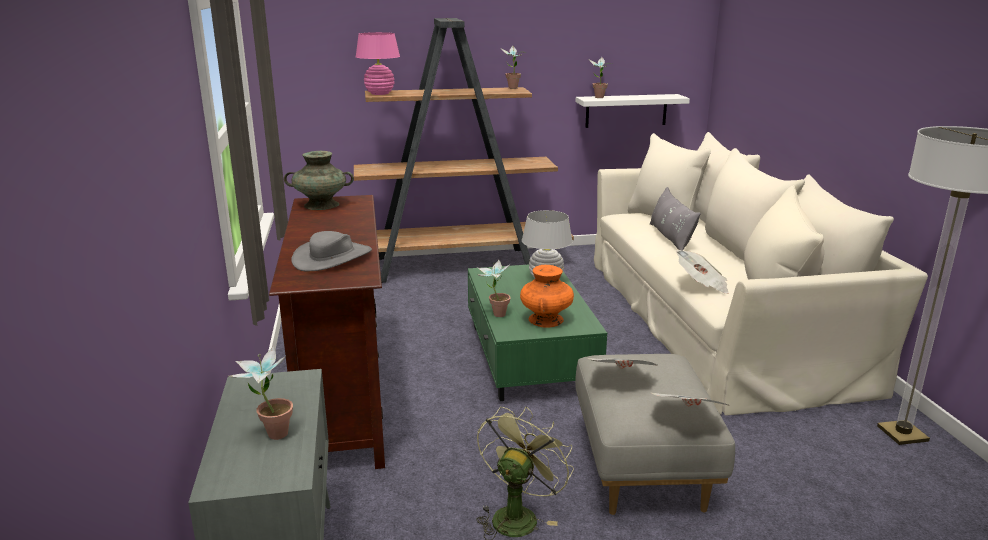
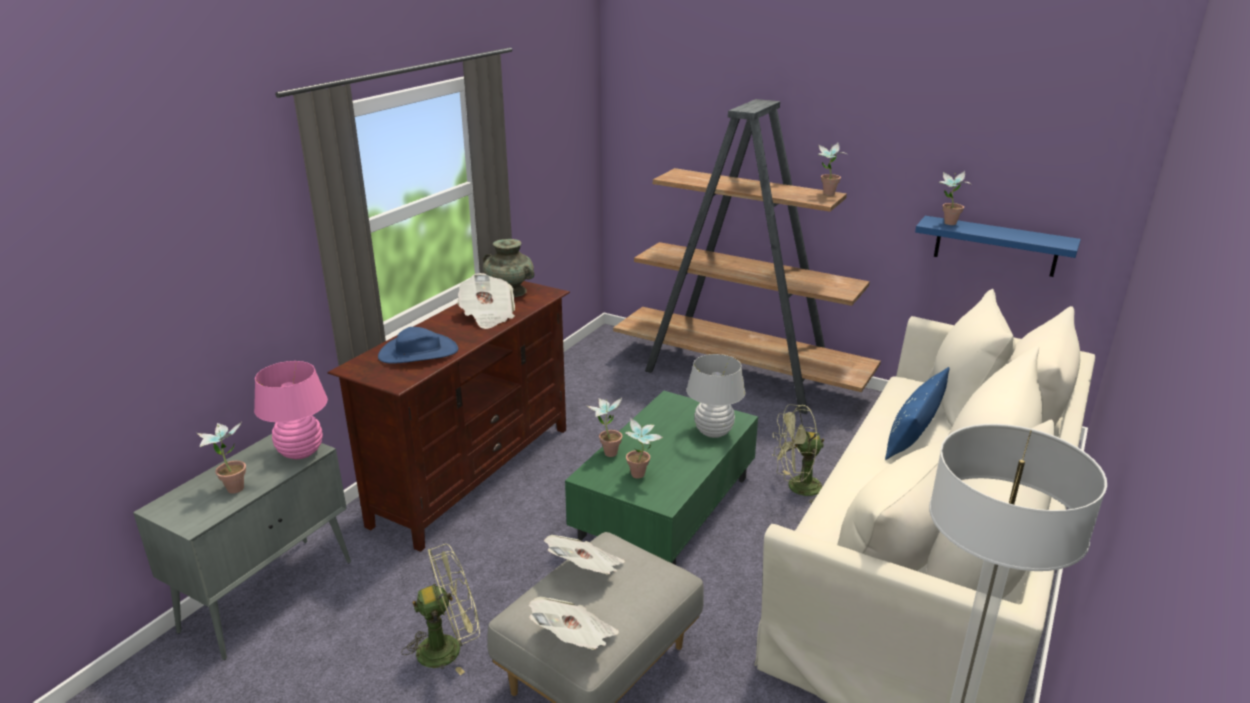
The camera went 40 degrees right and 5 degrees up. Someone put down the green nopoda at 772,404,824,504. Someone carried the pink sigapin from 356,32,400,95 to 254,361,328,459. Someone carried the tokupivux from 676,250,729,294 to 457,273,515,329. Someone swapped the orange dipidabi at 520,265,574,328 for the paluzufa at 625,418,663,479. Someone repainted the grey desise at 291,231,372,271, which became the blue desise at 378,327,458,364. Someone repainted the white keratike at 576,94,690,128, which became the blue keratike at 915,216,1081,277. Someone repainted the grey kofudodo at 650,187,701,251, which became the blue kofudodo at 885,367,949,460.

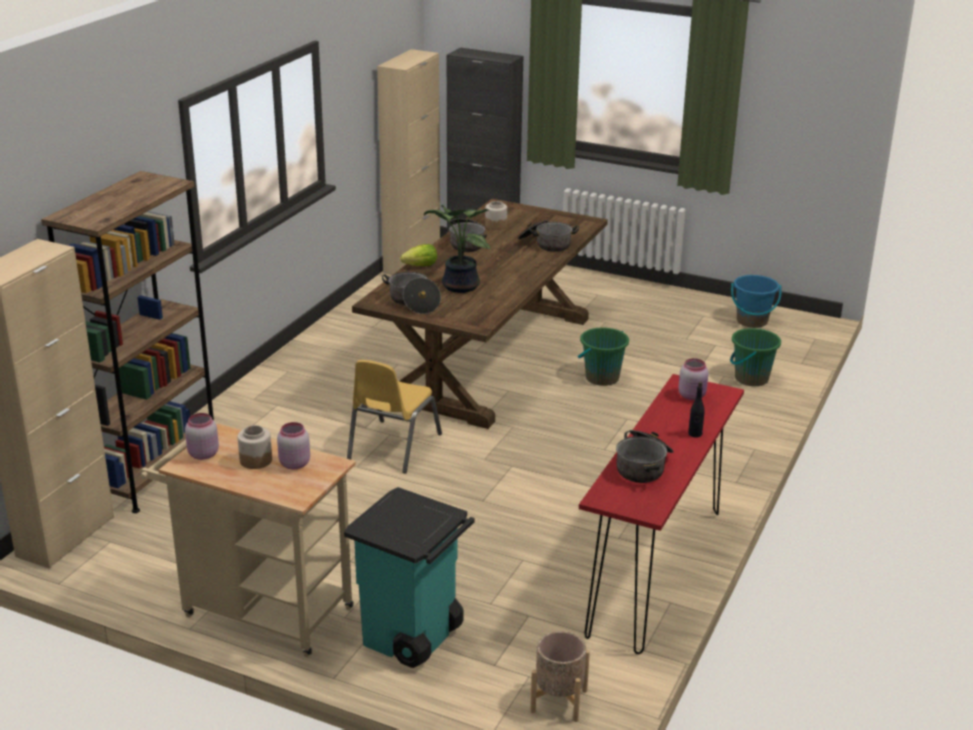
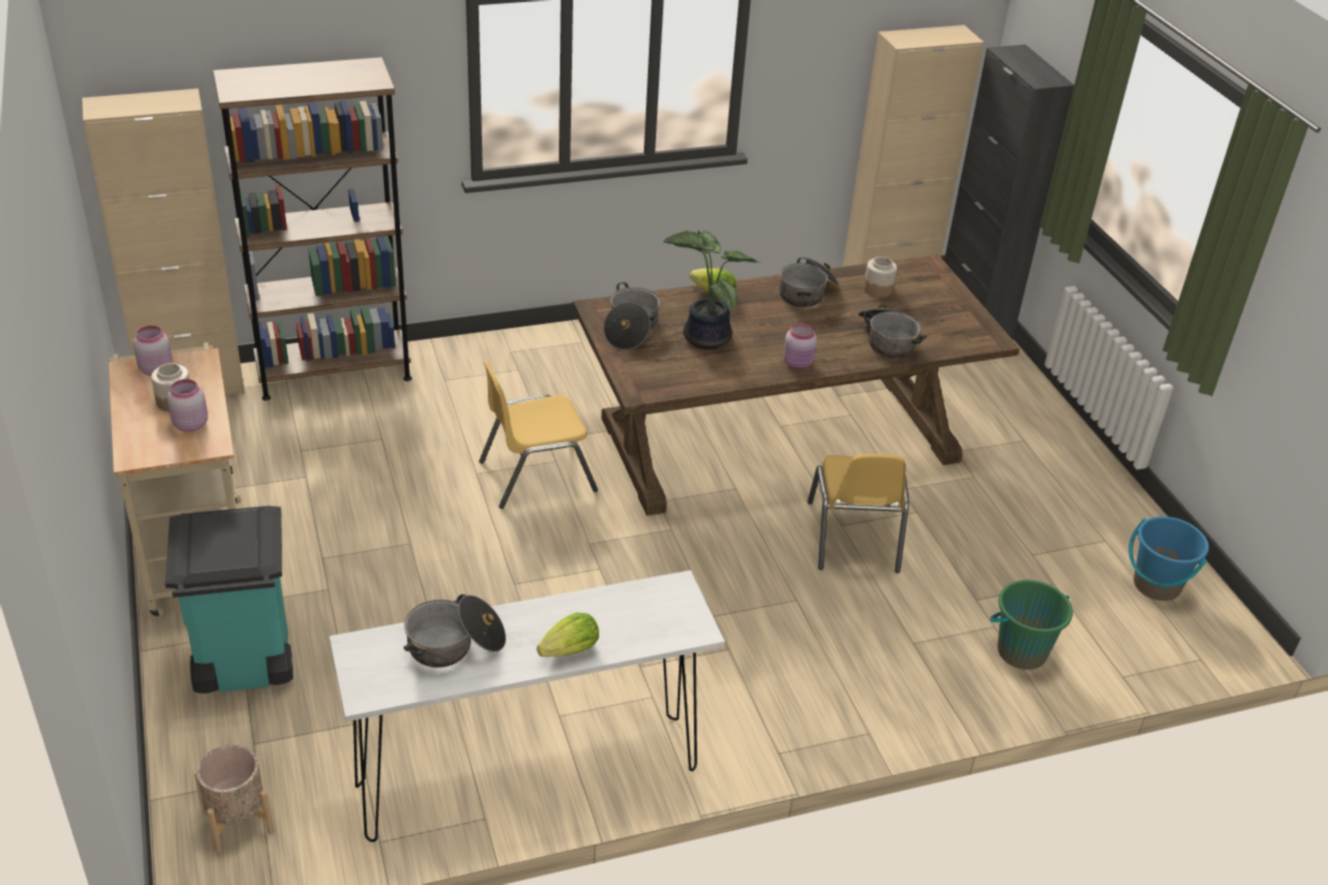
The camera went 45 degrees right and 10 degrees up. Someone carried the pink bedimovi from 678,358,708,400 to 783,323,817,370. Someone swapped the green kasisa at 578,328,629,386 for the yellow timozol at 807,454,909,573. Someone swapped the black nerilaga at 688,381,705,438 for the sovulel at 537,613,599,657. Someone repainted the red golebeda at 579,374,744,654, which became the white golebeda at 329,570,725,842.

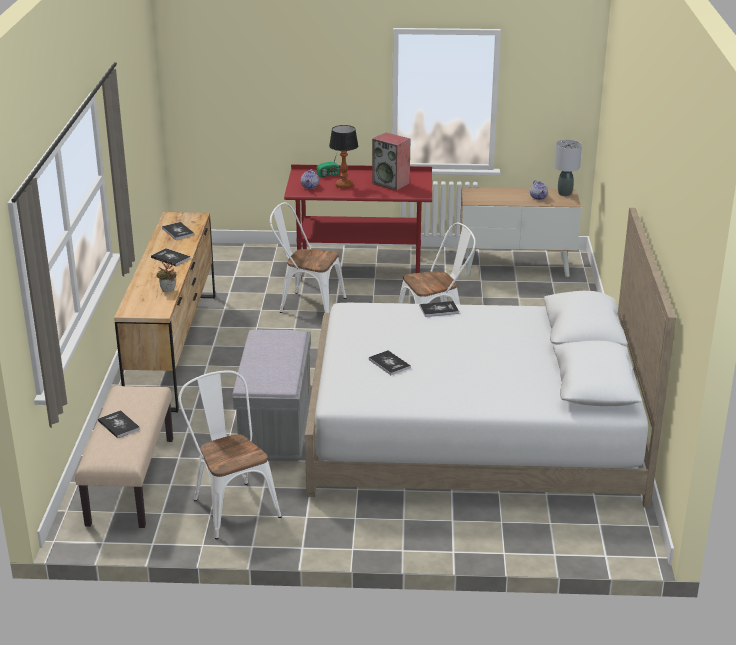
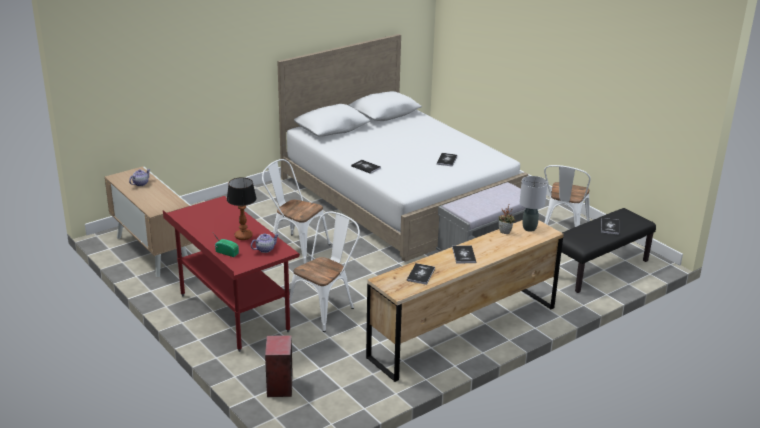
The camera went 130 degrees left and 0 degrees up. Someone carried the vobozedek from 372,133,410,191 to 265,335,293,397. Someone carried the grey sigapin from 554,140,582,196 to 520,176,548,232. Someone repainted the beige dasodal at 75,386,173,528, which became the black dasodal at 561,208,656,293. Someone rotated the white timozol at 270,202,346,313 by 120 degrees counterclockwise.

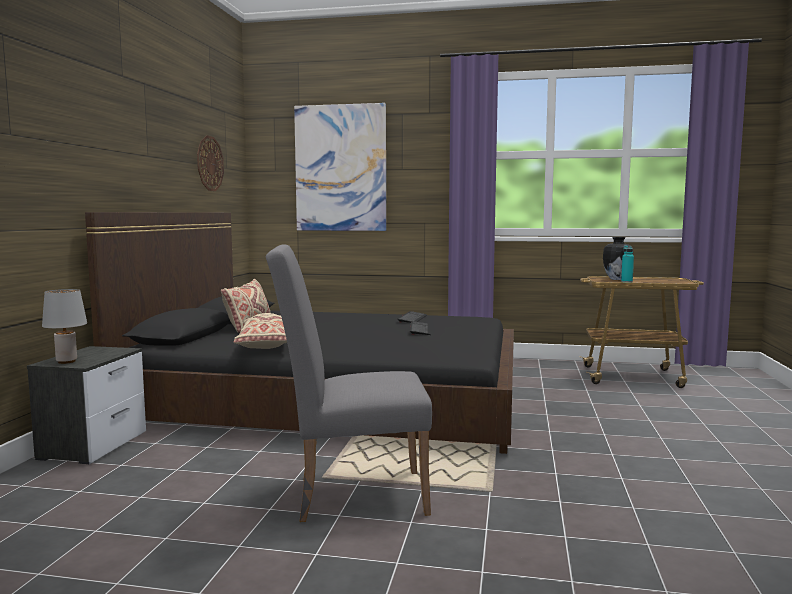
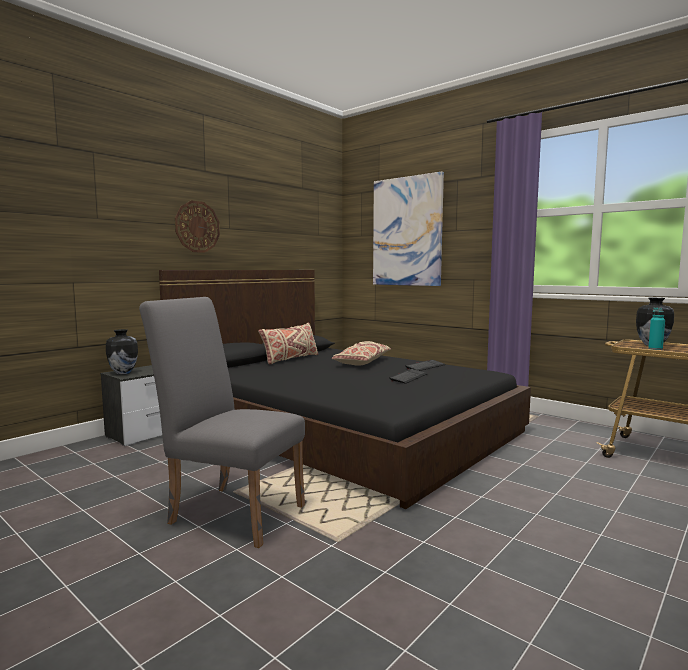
The camera went 30 degrees right and 0 degrees up. Someone carried the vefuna from 197,135,224,191 to 175,200,220,253. Someone carried the beige kofudodo from 234,313,287,349 to 332,341,391,366. Someone swapped the grey sigapin at 42,289,87,364 for the dipidabi at 106,329,138,374.

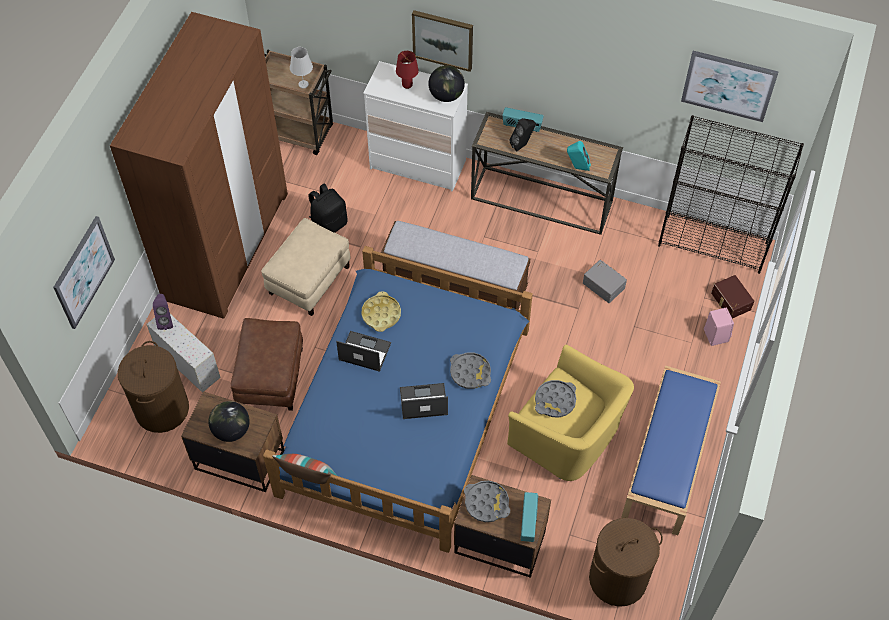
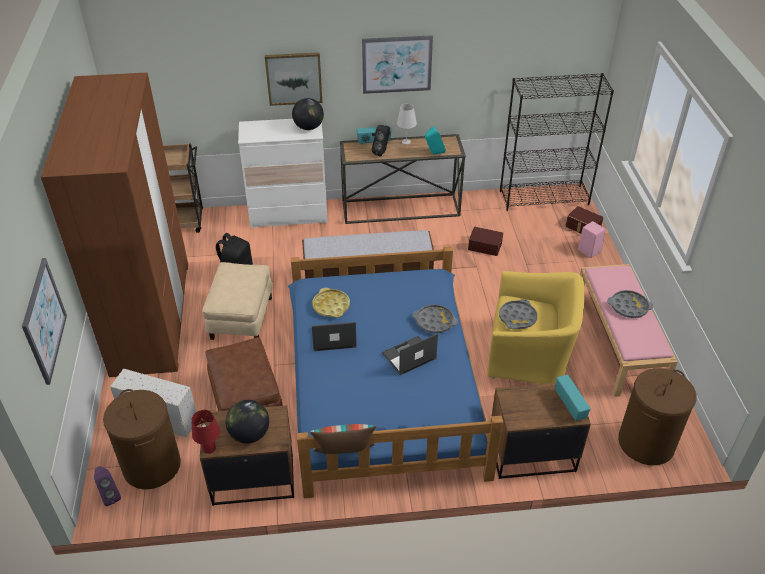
The camera went 25 degrees left and 15 degrees down. Someone carried the purple vobozedek from 153,294,173,330 to 94,466,121,506. Someone carried the white sigapin from 290,47,313,88 to 397,104,417,145. Someone carried the red sigapin from 396,51,419,89 to 191,410,220,454. Someone carried the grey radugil from 464,481,510,522 to 607,290,653,318. Someone carried the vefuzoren from 681,51,779,122 to 362,35,433,94. Someone repainted the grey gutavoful at 583,260,627,303, which became the brown gutavoful at 468,227,503,256. Someone repainted the blue dasodal at 621,366,721,535, which became the pink dasodal at 580,264,678,397.

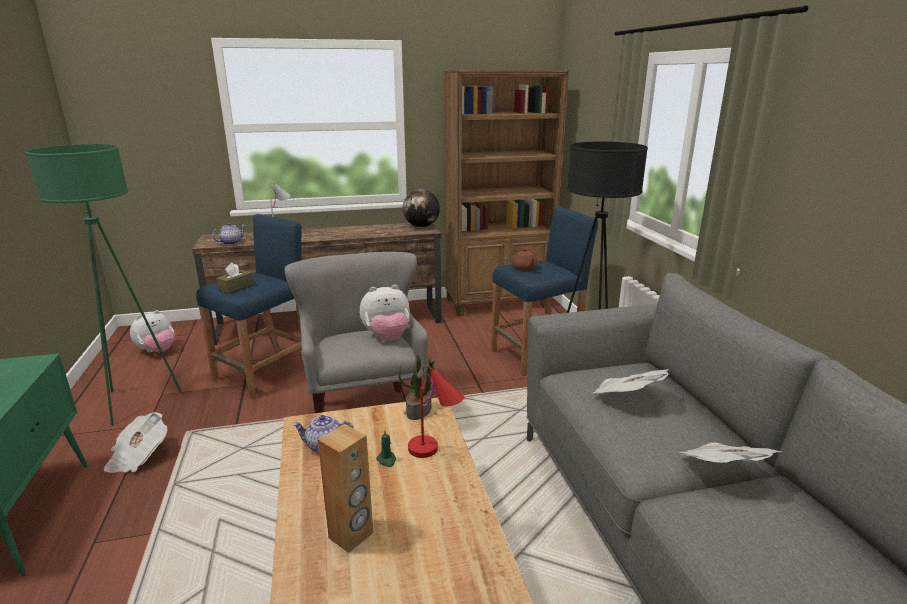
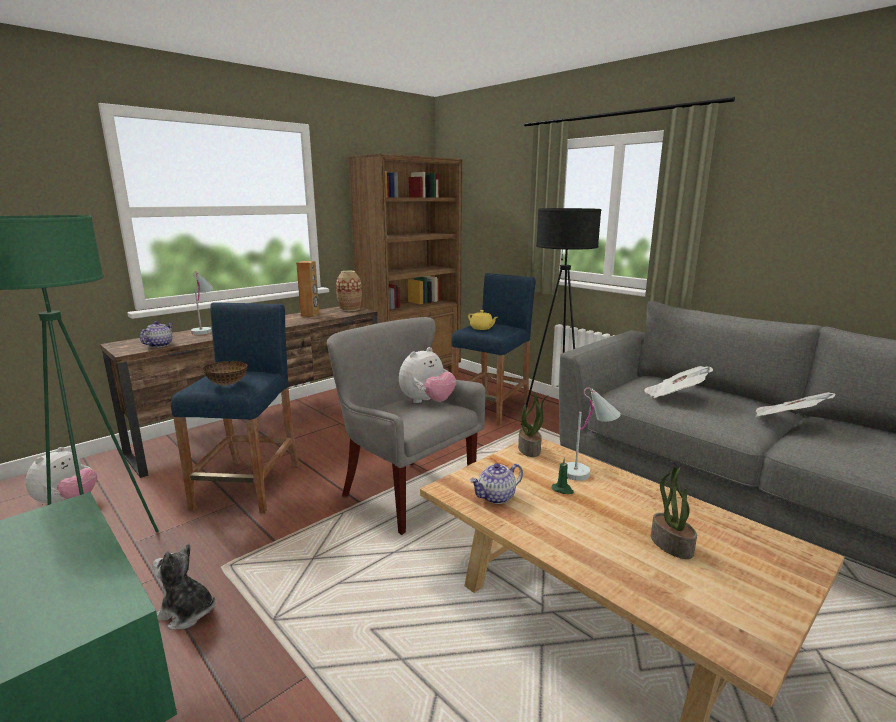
The camera went 30 degrees left and 5 degrees down. Someone put down the paluzufa at 651,467,697,559. Someone carried the brown vobozedek from 318,424,373,553 to 296,261,319,317. Someone swapped the tokupivux at 104,412,167,473 for the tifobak at 152,543,215,630. Someone swapped the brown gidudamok at 217,263,253,293 for the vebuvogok at 203,361,248,386. Someone swapped the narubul at 403,189,440,228 for the dipidabi at 336,271,362,311. Someone repainted the red sigapin at 408,365,465,458, which became the white sigapin at 567,387,621,481. Someone repainted the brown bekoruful at 512,248,537,271, which became the yellow bekoruful at 468,310,497,330.

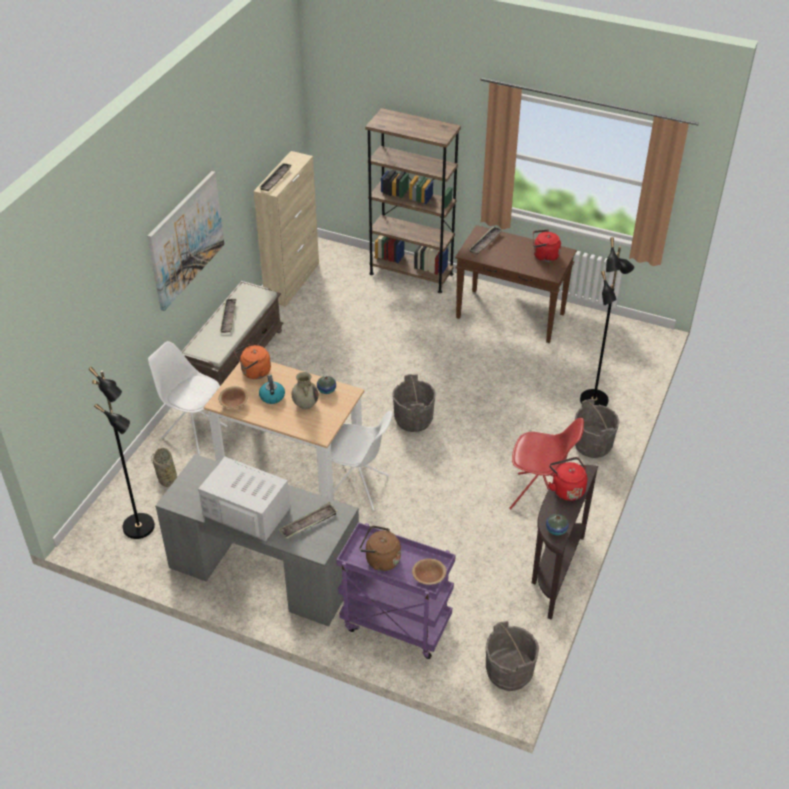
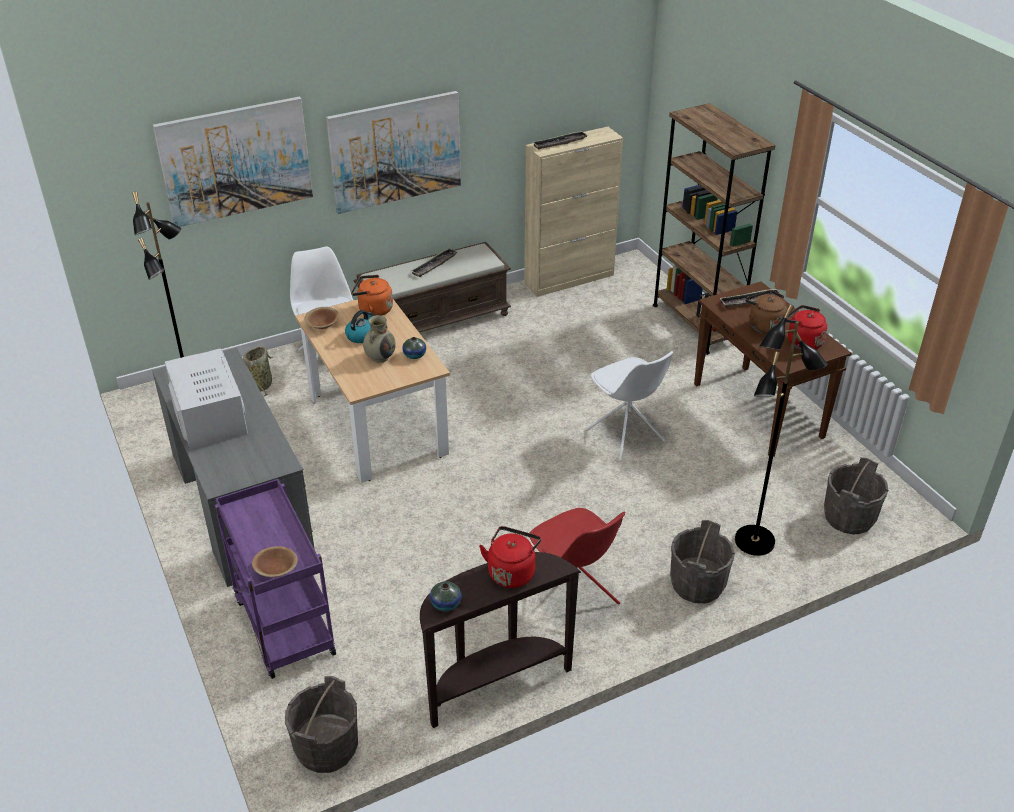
The camera went 40 degrees right and 5 degrees down. Someone took away the radugil at 279,502,338,539. Someone put up the vefuzoren at 153,97,313,227. Someone carried the white timozol from 330,411,393,511 to 585,351,673,461. Someone carried the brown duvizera from 360,526,401,571 to 745,290,787,334. Someone carried the grey kasisa from 392,374,436,432 to 824,457,888,534.

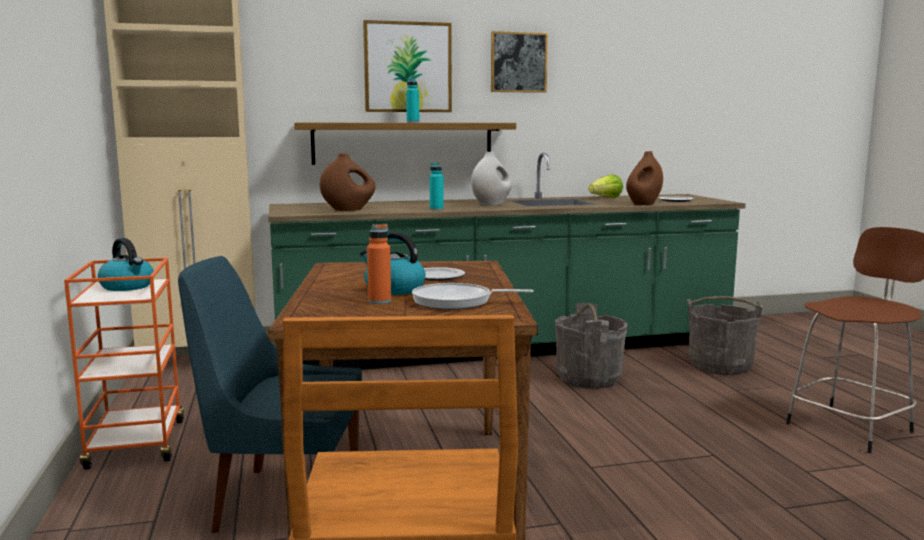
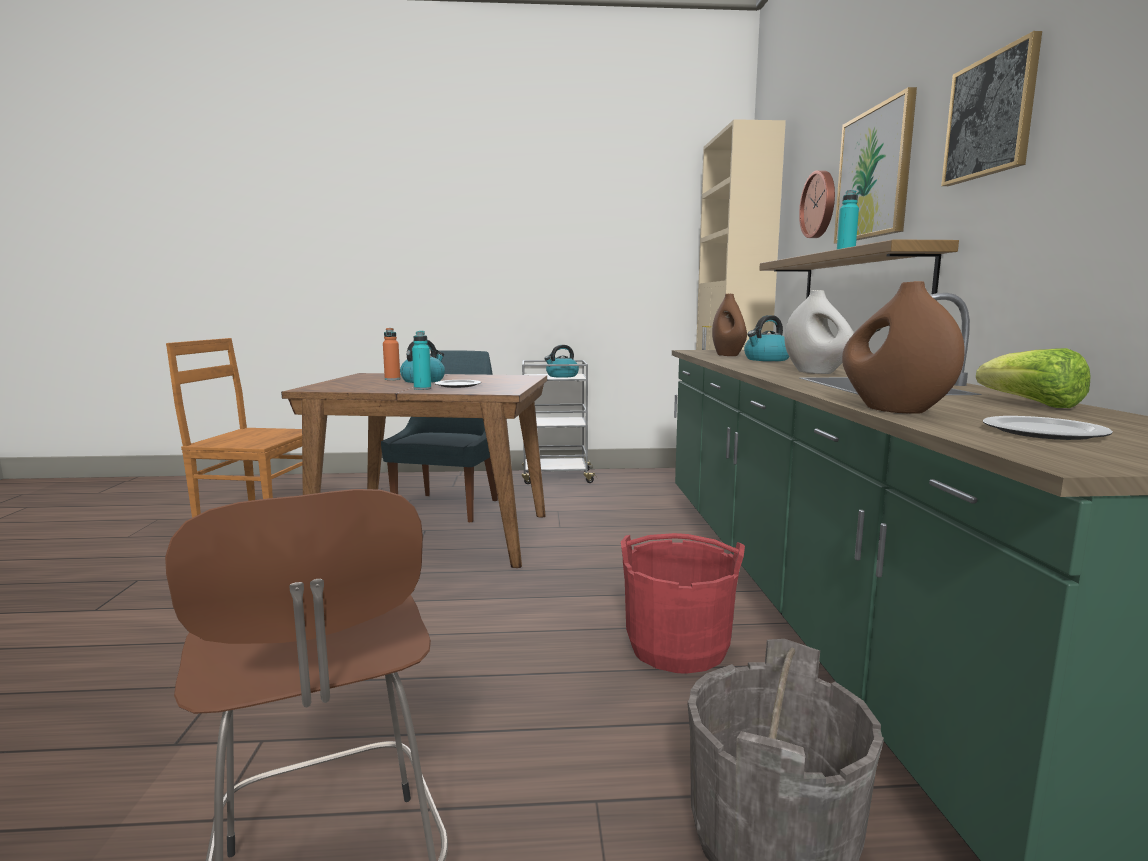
The camera went 100 degrees right and 0 degrees up. Someone took away the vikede at 412,283,534,310. Someone put down the duvizera at 744,315,789,361. Someone put up the vefuna at 799,170,835,238. Someone carried the turquoise nerilaga from 430,163,444,210 to 412,331,431,390. Someone repainted the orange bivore at 64,258,184,470, which became the grey bivore at 522,360,597,484. Someone repainted the grey kasisa at 555,302,627,389, which became the red kasisa at 621,533,745,674.

